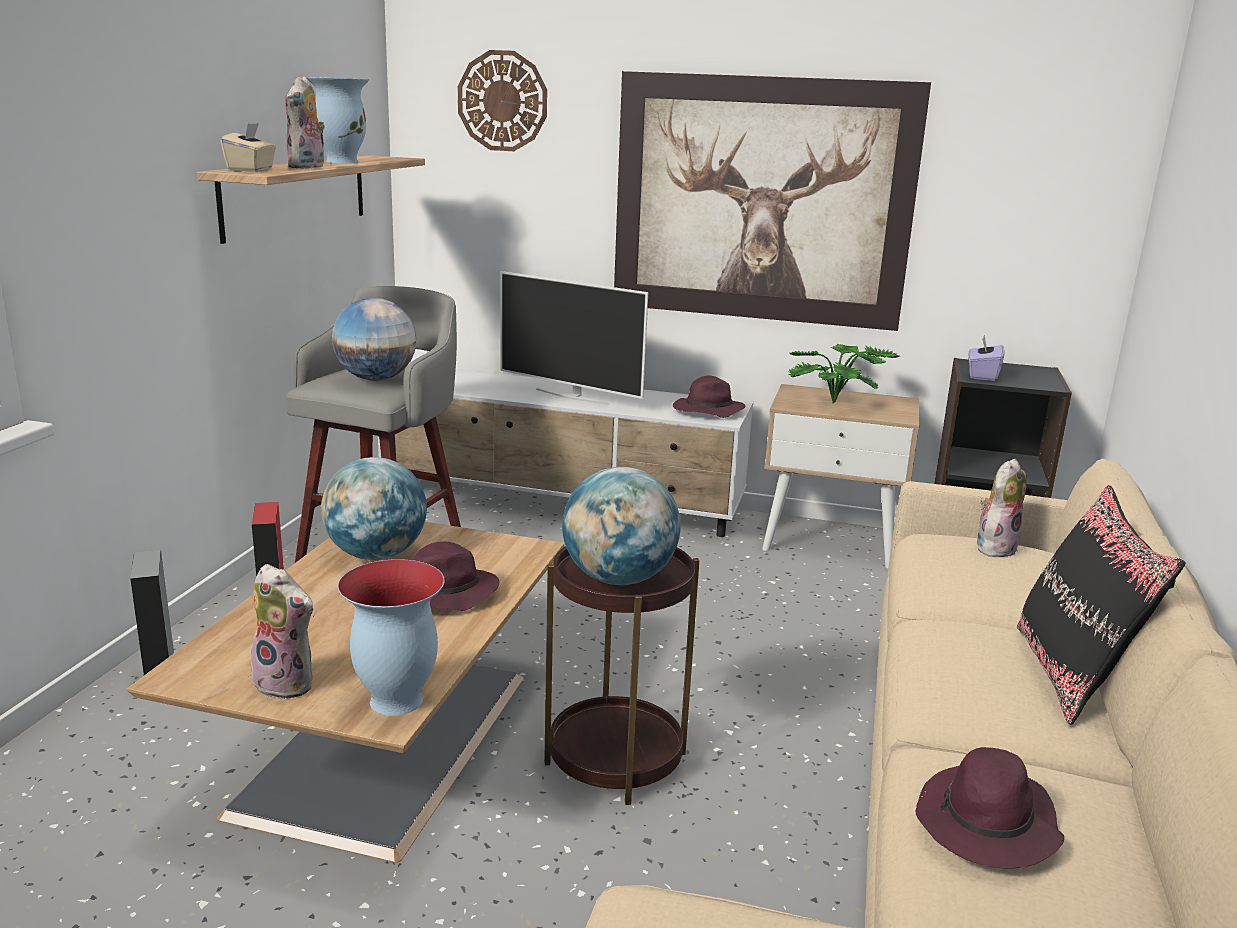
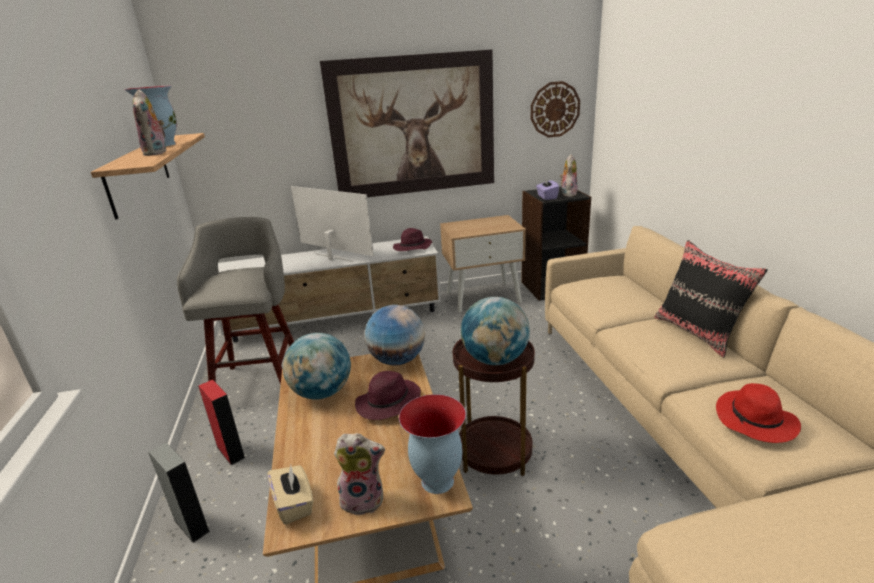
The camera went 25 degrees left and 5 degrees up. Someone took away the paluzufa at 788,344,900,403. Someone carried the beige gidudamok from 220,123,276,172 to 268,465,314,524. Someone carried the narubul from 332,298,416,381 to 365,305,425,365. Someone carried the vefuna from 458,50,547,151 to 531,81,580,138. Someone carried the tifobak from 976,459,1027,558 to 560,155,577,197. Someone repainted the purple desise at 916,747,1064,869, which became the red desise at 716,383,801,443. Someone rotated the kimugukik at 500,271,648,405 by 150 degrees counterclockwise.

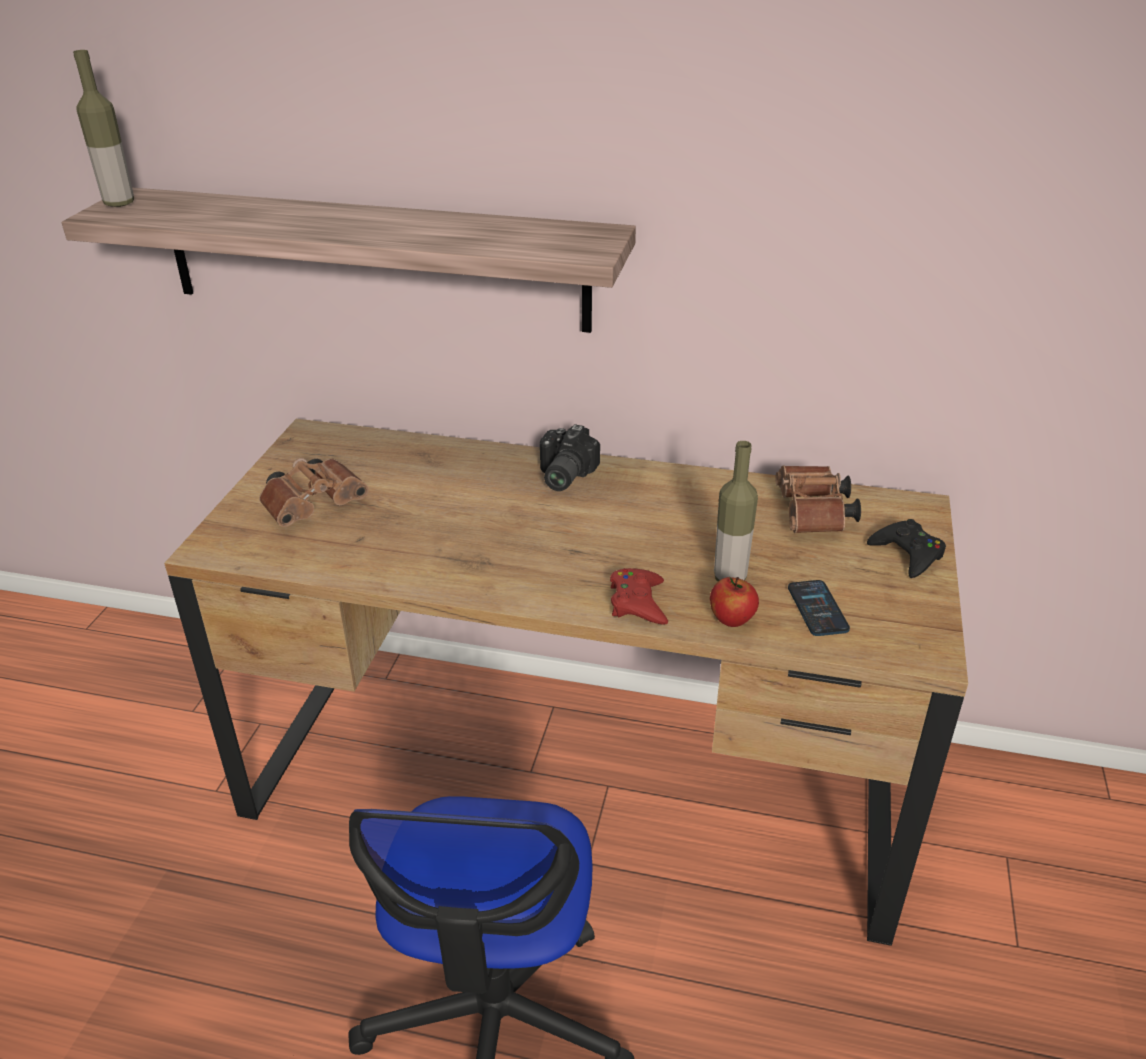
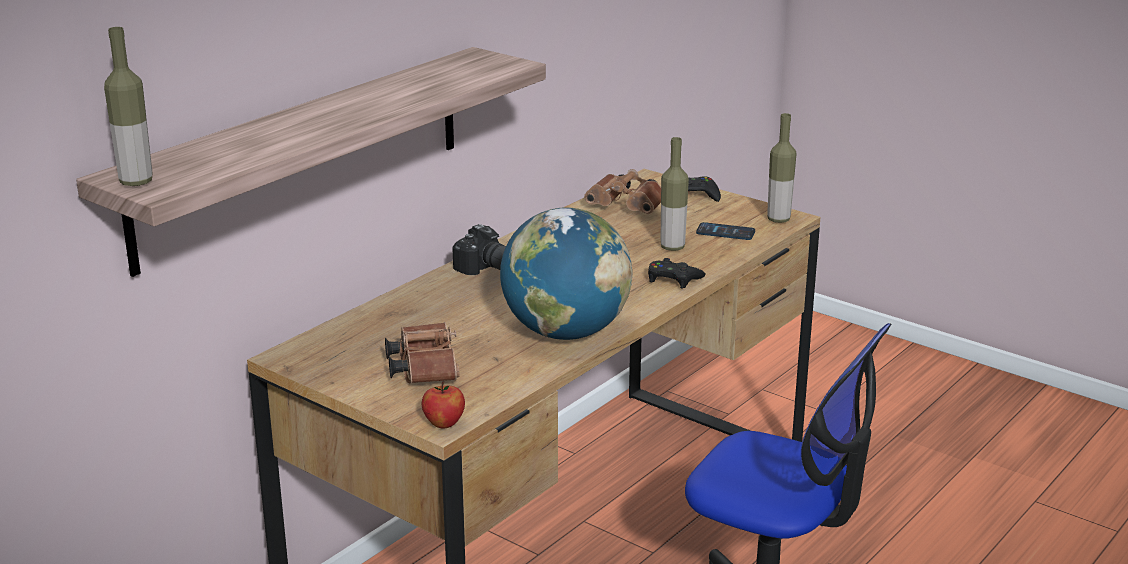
The camera went 65 degrees left and 10 degrees down. Someone put down the narubul at 500,207,632,340. Someone put down the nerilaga at 767,113,797,223. Someone carried the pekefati from 710,576,759,627 to 422,381,465,428. Someone repainted the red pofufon at 610,568,668,625, which became the black pofufon at 648,258,705,289.

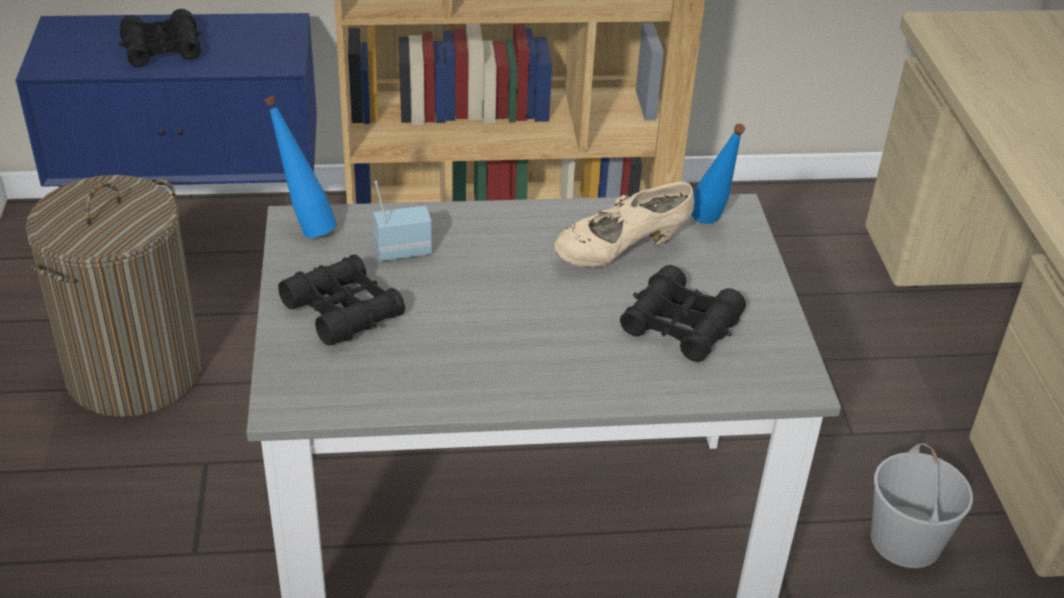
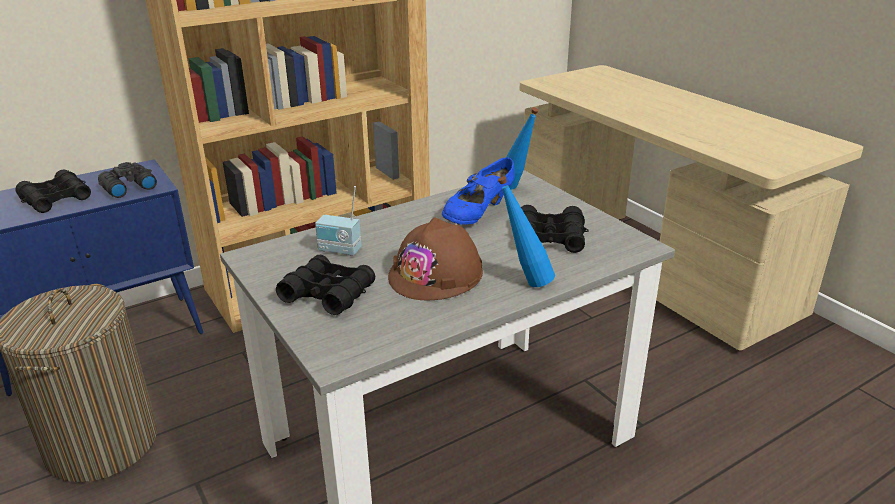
The camera went 25 degrees left and 10 degrees down. Someone took away the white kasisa at 871,443,973,568. Someone put down the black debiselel at 98,162,157,198. Someone put down the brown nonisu at 388,217,483,300. Someone carried the blue nerilaga from 264,96,337,238 to 498,176,555,287. Someone repainted the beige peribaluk at 554,182,694,267, which became the blue peribaluk at 442,157,515,225. Someone rotated the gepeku at 373,181,432,261 by 120 degrees counterclockwise.

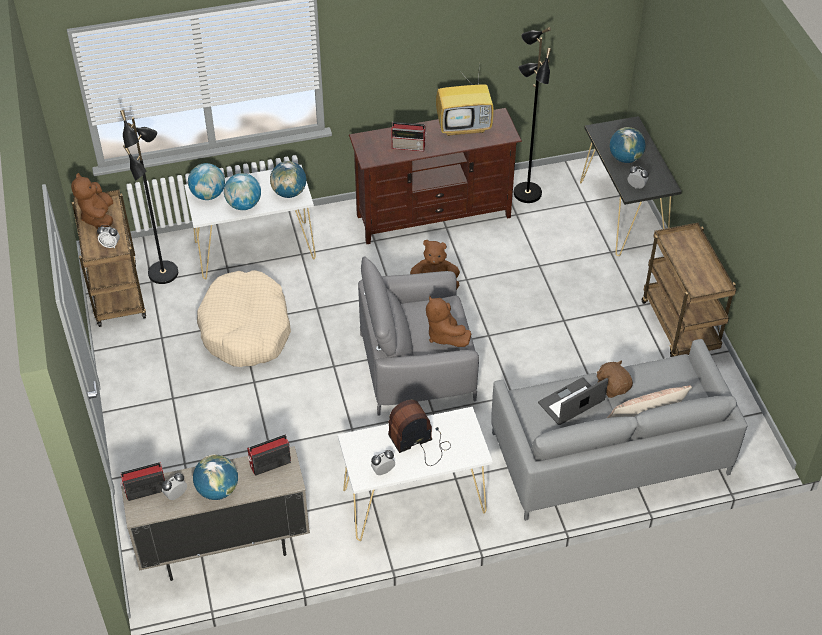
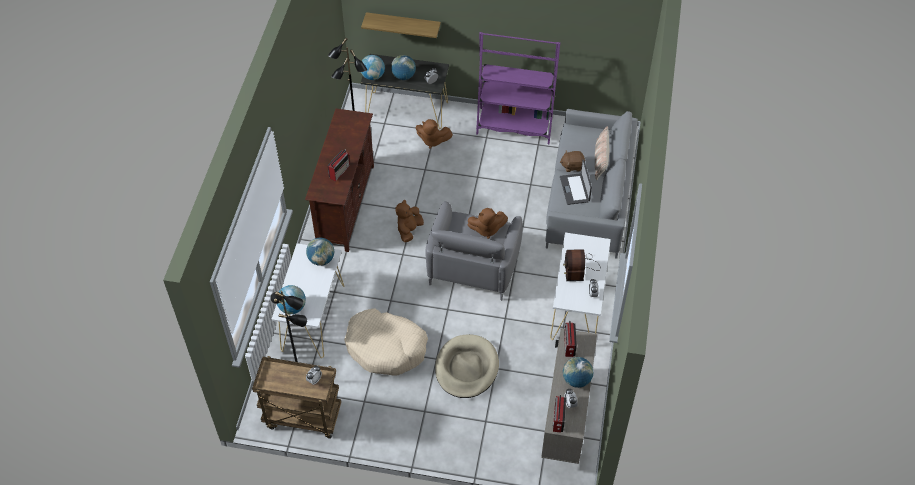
The camera went 65 degrees left and 5 degrees up. Someone took away the kimugukik at 436,60,494,136. Someone put up the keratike at 361,12,441,38. Someone put down the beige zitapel at 435,334,499,398. Someone carried the brown tifobak from 71,173,113,229 to 416,119,453,148. Someone carried the narubul from 224,173,261,210 to 361,55,385,80. Someone swapped the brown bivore at 642,223,736,357 for the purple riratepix at 476,32,560,144.

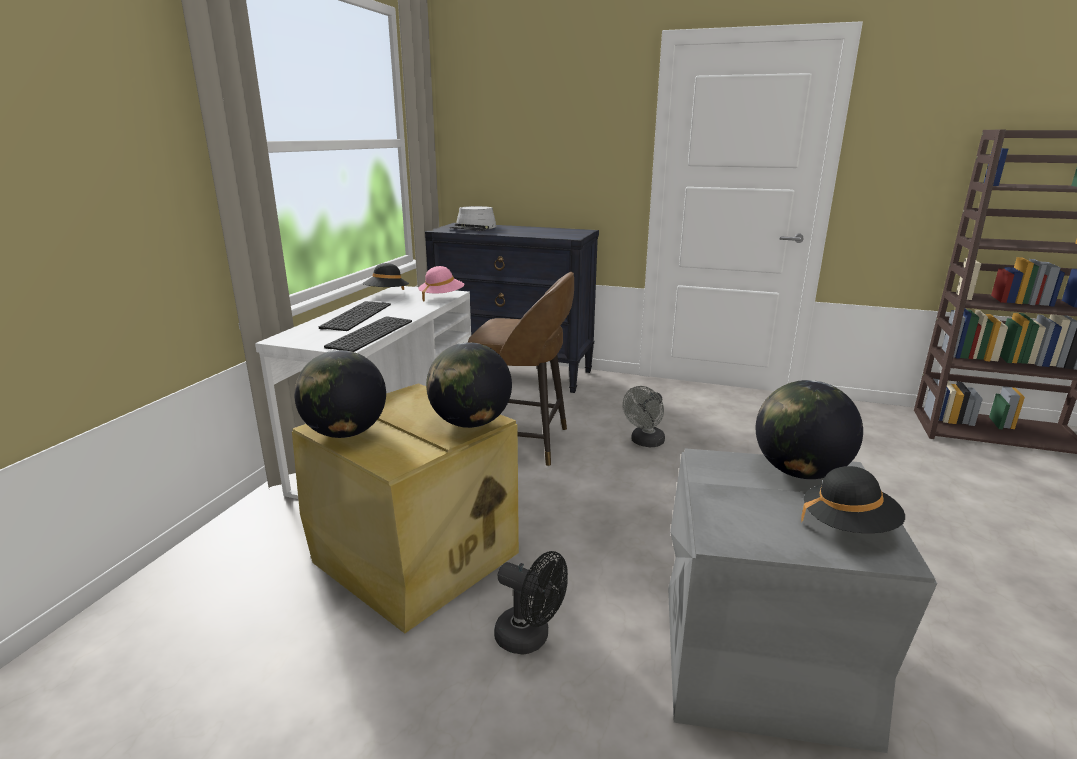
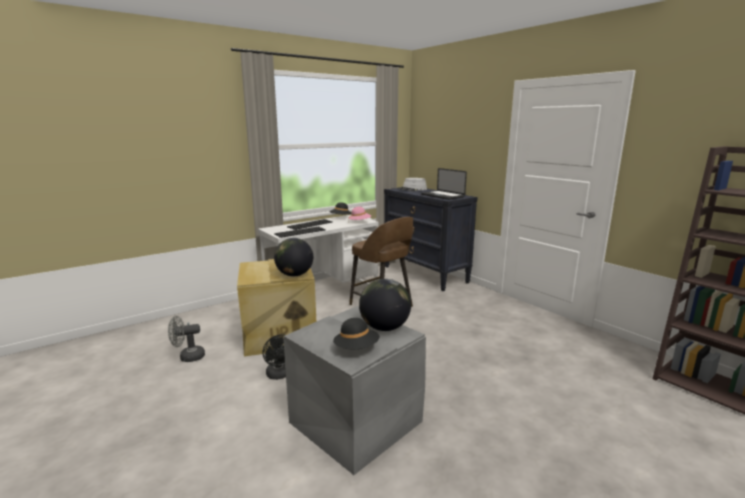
The camera went 35 degrees right and 5 degrees down. Someone took away the narubul at 294,350,386,438. Someone put down the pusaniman at 421,168,467,200. Someone carried the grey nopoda from 623,386,665,447 to 168,316,205,362.

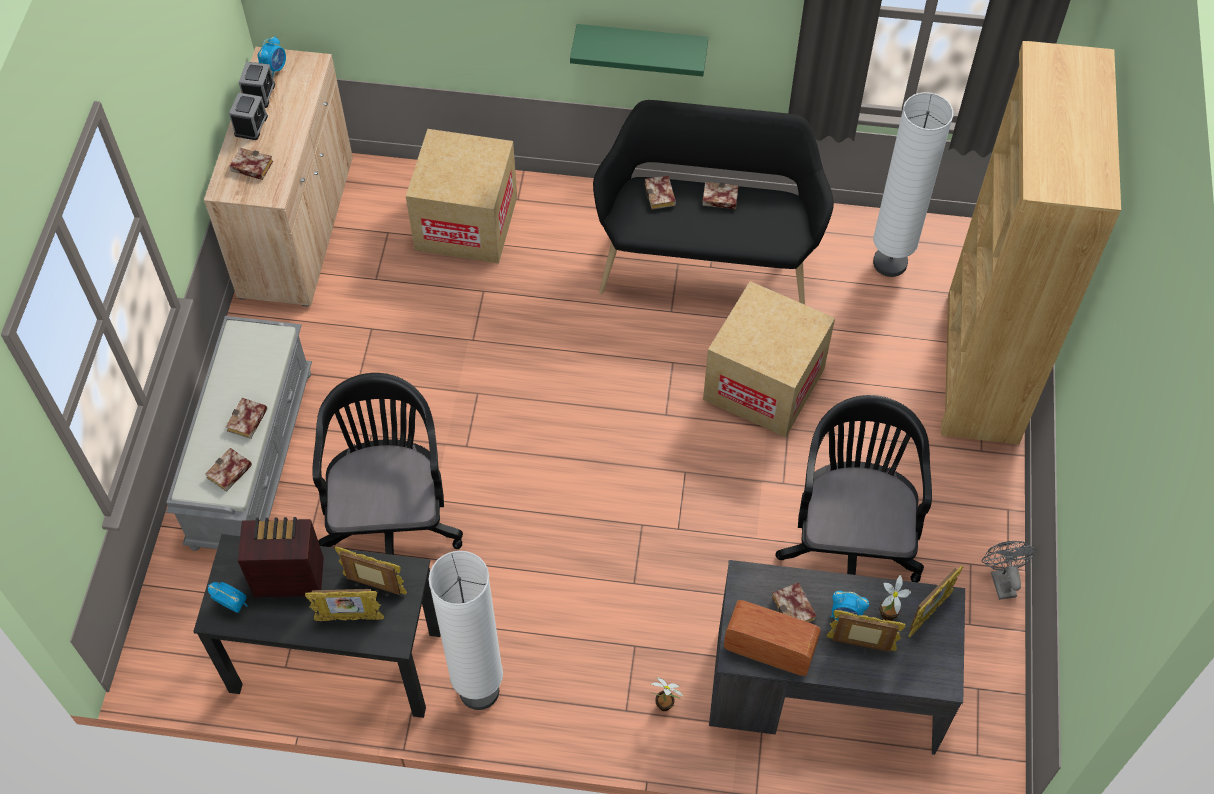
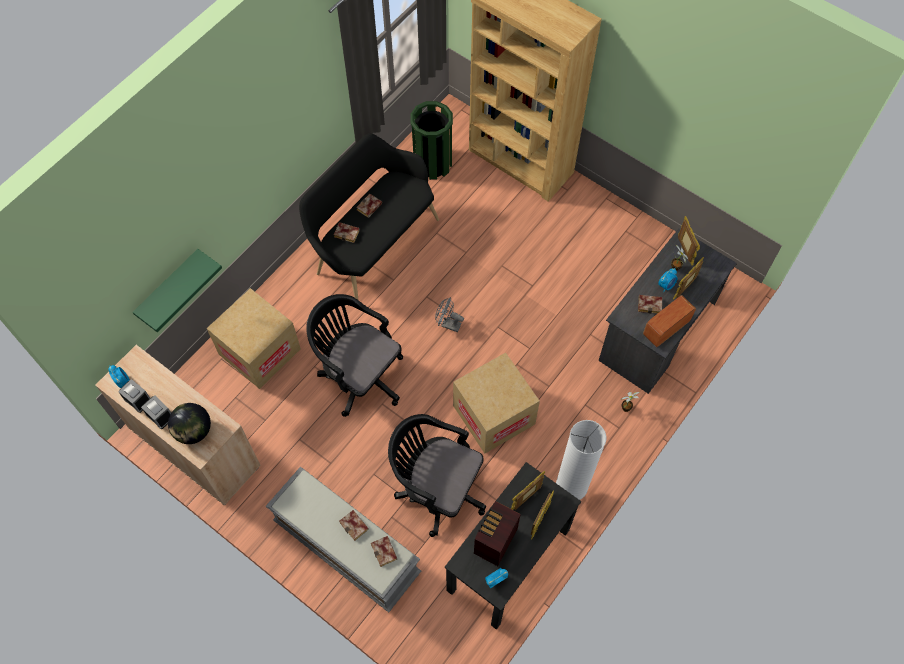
The camera went 60 degrees left and 5 degrees up. Someone carried the green keratike from 570,24,708,77 to 133,249,222,332. Someone carried the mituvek from 703,281,835,437 to 453,353,540,453. Someone carried the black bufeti from 775,395,932,582 to 306,294,403,417. Someone carried the grey nopoda from 982,541,1036,600 to 435,297,464,332. Someone swapped the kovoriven at 230,148,273,180 for the narubul at 168,403,211,444. Someone swapped the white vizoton at 873,92,953,277 for the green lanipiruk at 411,101,453,180.

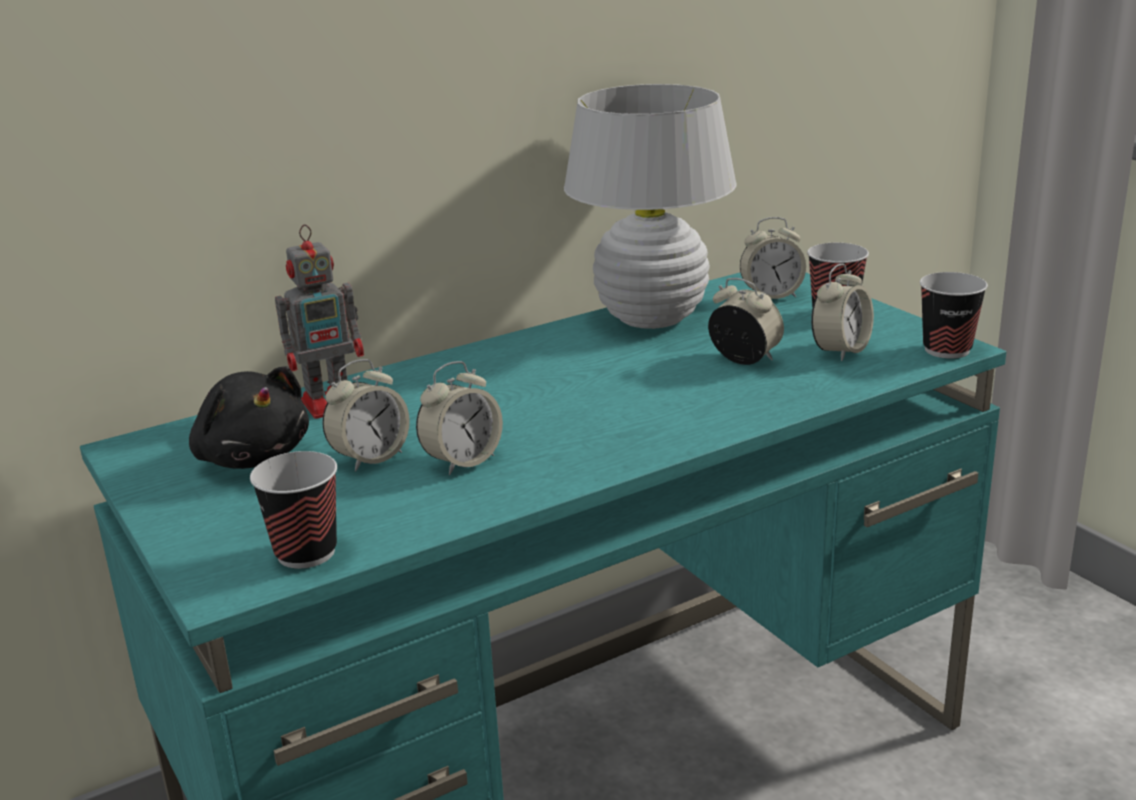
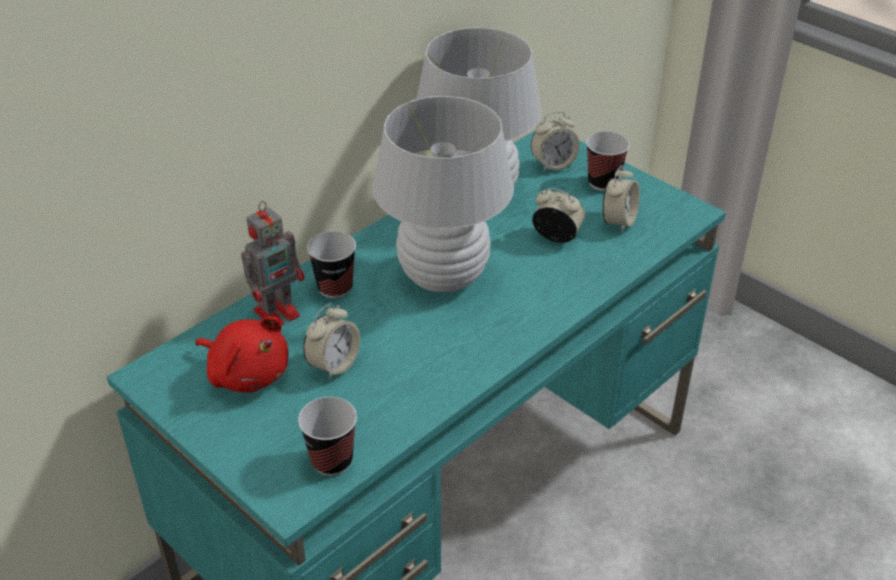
The camera went 15 degrees left and 15 degrees up. Someone took away the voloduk at 416,361,503,475. Someone put down the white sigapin at 373,96,514,292. Someone carried the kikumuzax from 920,272,988,359 to 307,231,356,298. Someone repainted the black tifobak at 189,366,309,469, which became the red tifobak at 195,317,288,393.

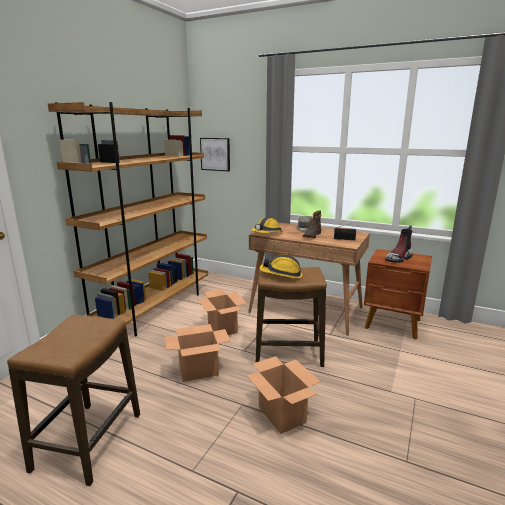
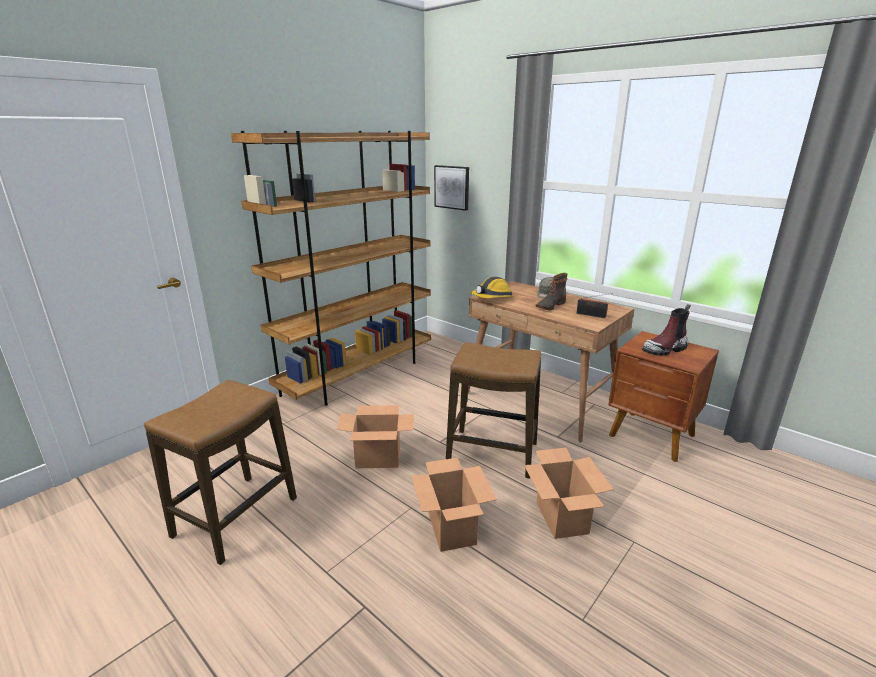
The camera went 15 degrees right and 5 degrees up. Someone took away the nonisu at 259,254,302,279. Someone carried the mituvek from 197,289,247,335 to 524,448,614,539.

